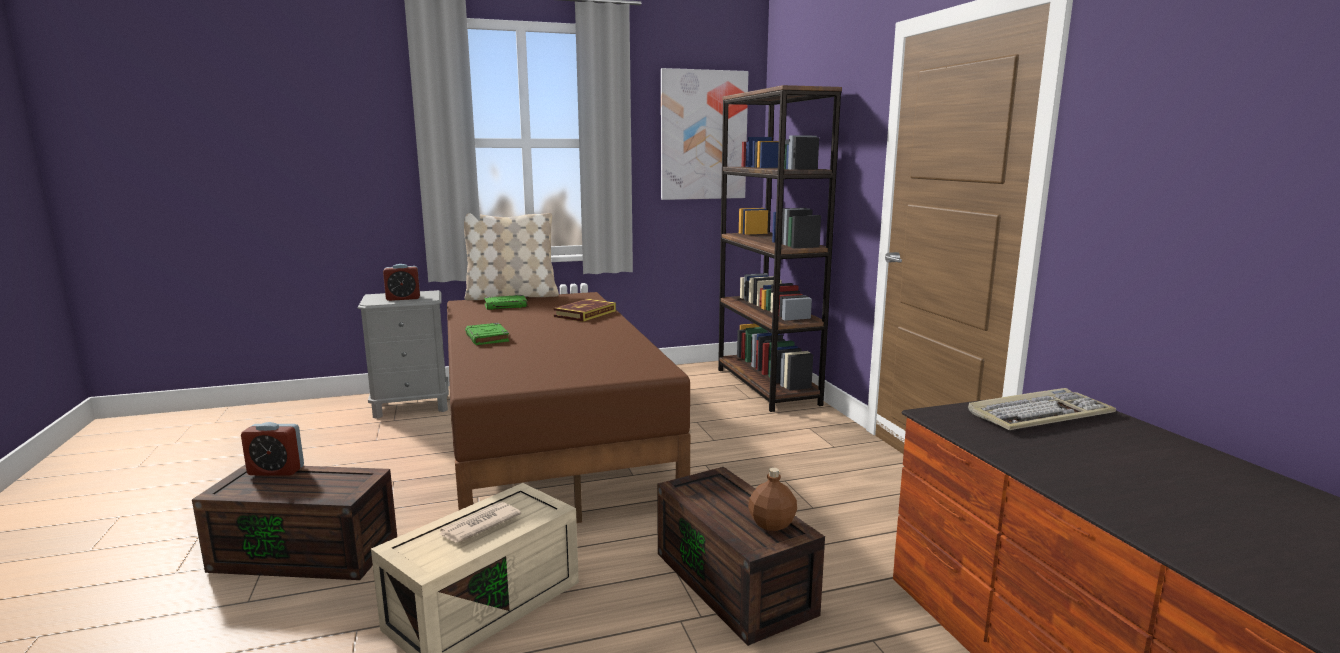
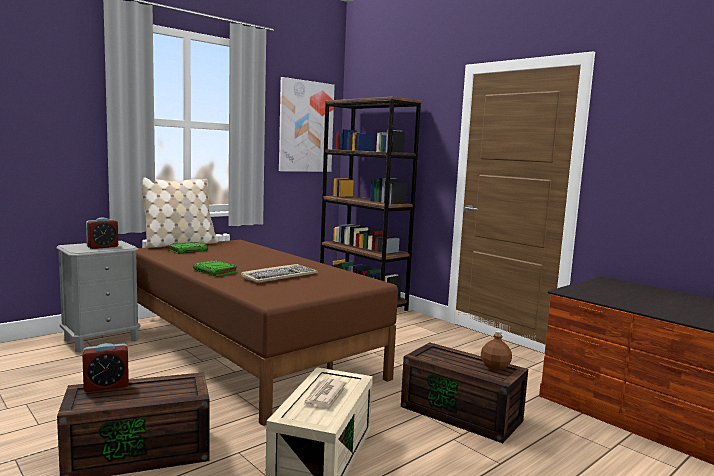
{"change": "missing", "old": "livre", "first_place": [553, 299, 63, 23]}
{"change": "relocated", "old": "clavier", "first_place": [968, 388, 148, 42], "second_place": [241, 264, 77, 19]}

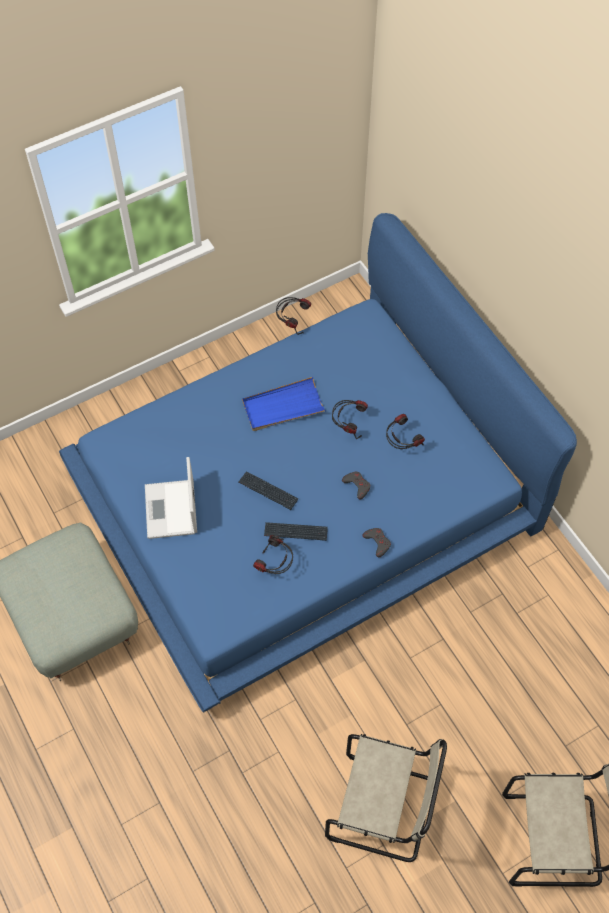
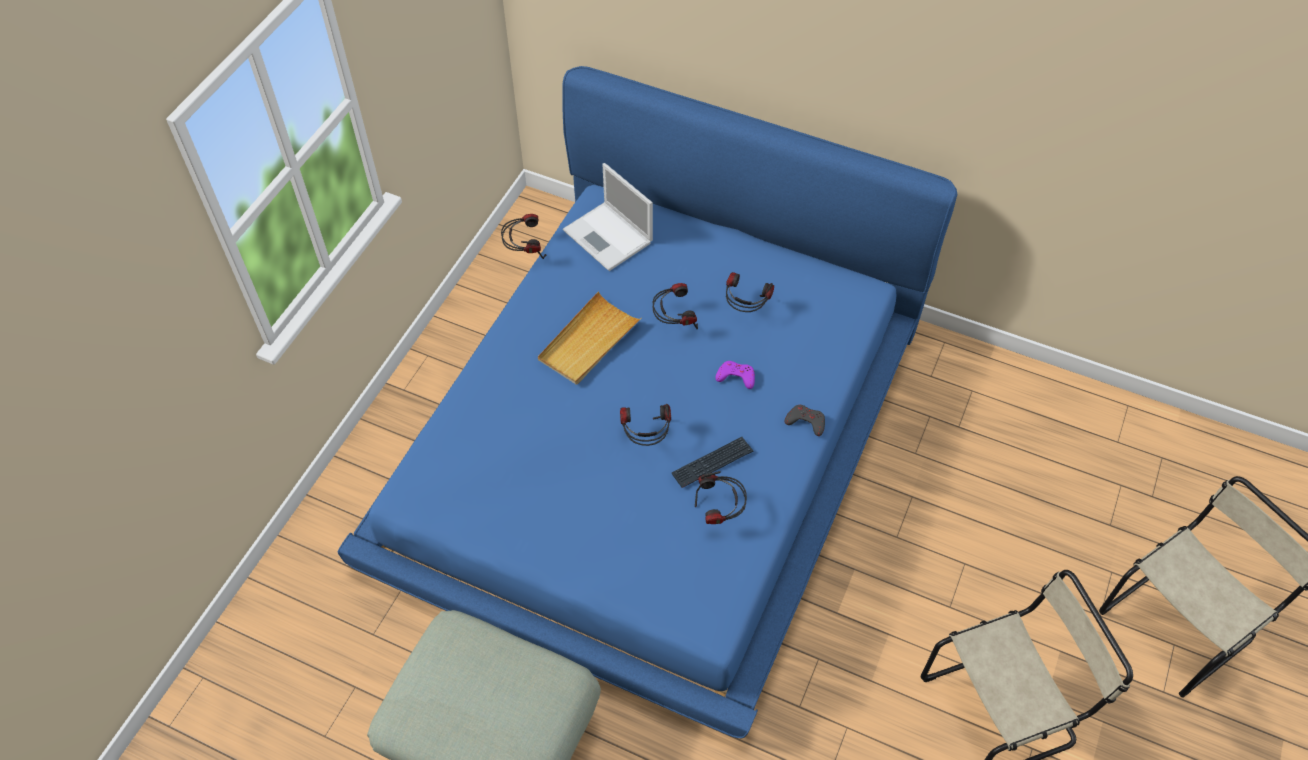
{"change": "relocated", "old": "ordinateur portable", "first_place": [145, 457, 52, 82], "second_place": [563, 163, 90, 108]}
{"change": "exchanged", "old": "clavier", "new": "casque audio", "first_place": [238, 471, 61, 39], "second_place": [620, 404, 51, 42]}
{"change": "colour", "old": "plateau (bleu)", "new": "plateau (beige)", "first_place": [242, 377, 84, 54], "second_place": [538, 291, 104, 94]}
{"change": "colour", "old": "manette (gris)", "new": "manette (violet)", "first_place": [342, 472, 28, 28], "second_place": [716, 361, 39, 28]}

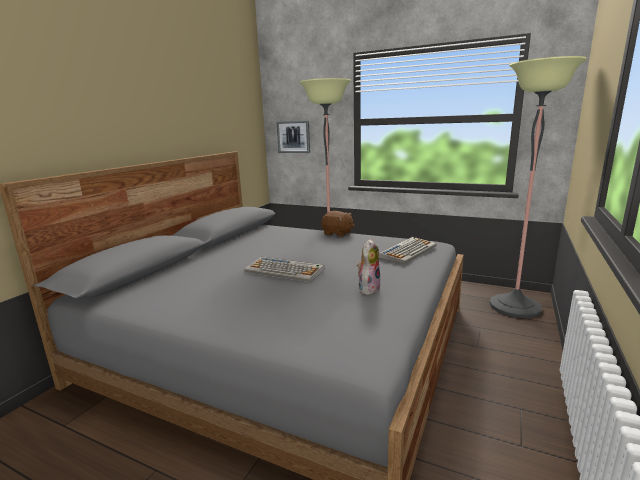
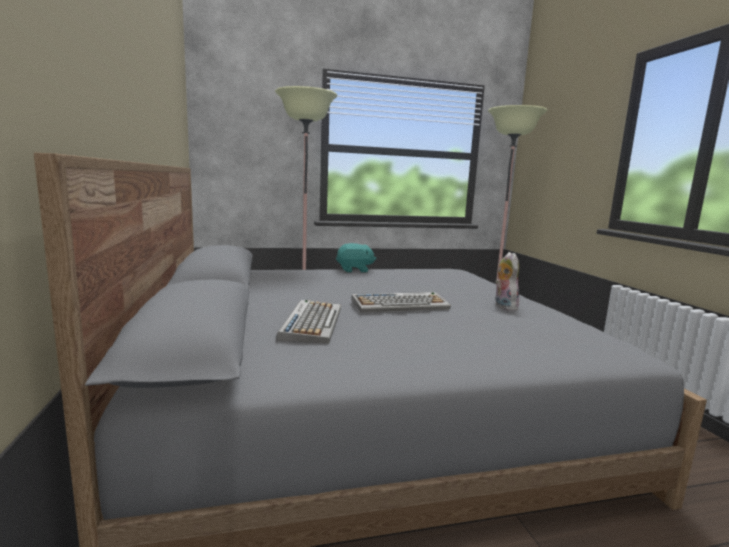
{"change": "missing", "old": "tableau", "first_place": [277, 121, 33, 32]}
{"change": "relocated", "old": "clavier", "first_place": [379, 237, 58, 27], "second_place": [277, 300, 64, 43]}
{"change": "colour", "old": "peluche (marron)", "new": "peluche (turquoise)", "first_place": [321, 211, 33, 26], "second_place": [336, 243, 41, 29]}

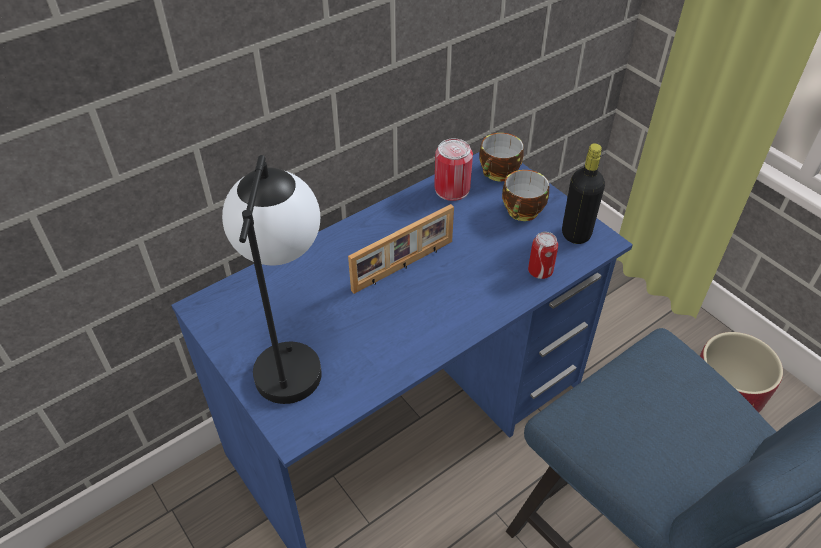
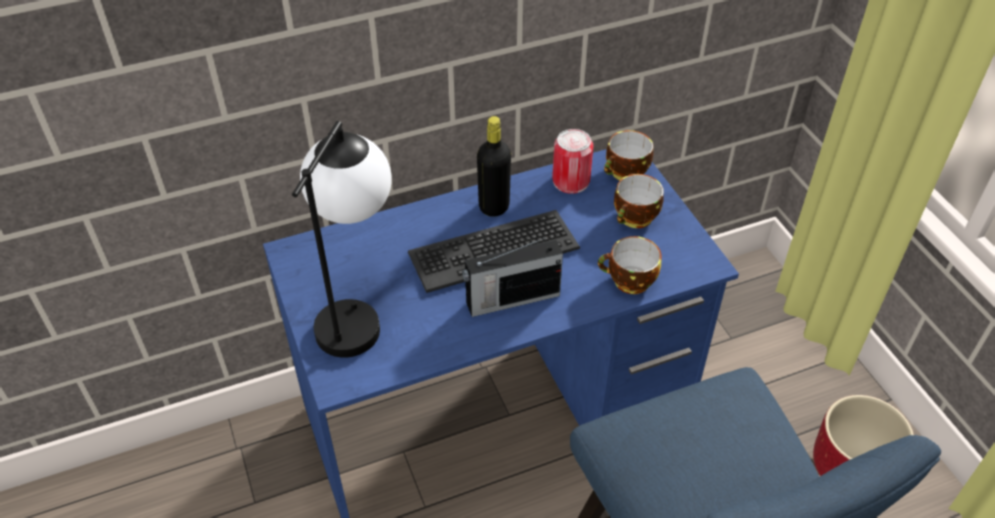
{"change": "appeared", "new": "radio", "second_place": [462, 237, 101, 80]}
{"change": "relocated", "old": "bouteille (noir)", "first_place": [562, 143, 43, 101], "second_place": [477, 116, 34, 101]}
{"change": "exchanged", "old": "cadre photo", "new": "clavier", "first_place": [348, 204, 106, 90], "second_place": [408, 210, 172, 83]}
{"change": "exchanged", "old": "boîte métallique", "new": "tasse", "first_place": [528, 232, 30, 47], "second_place": [598, 236, 63, 58]}

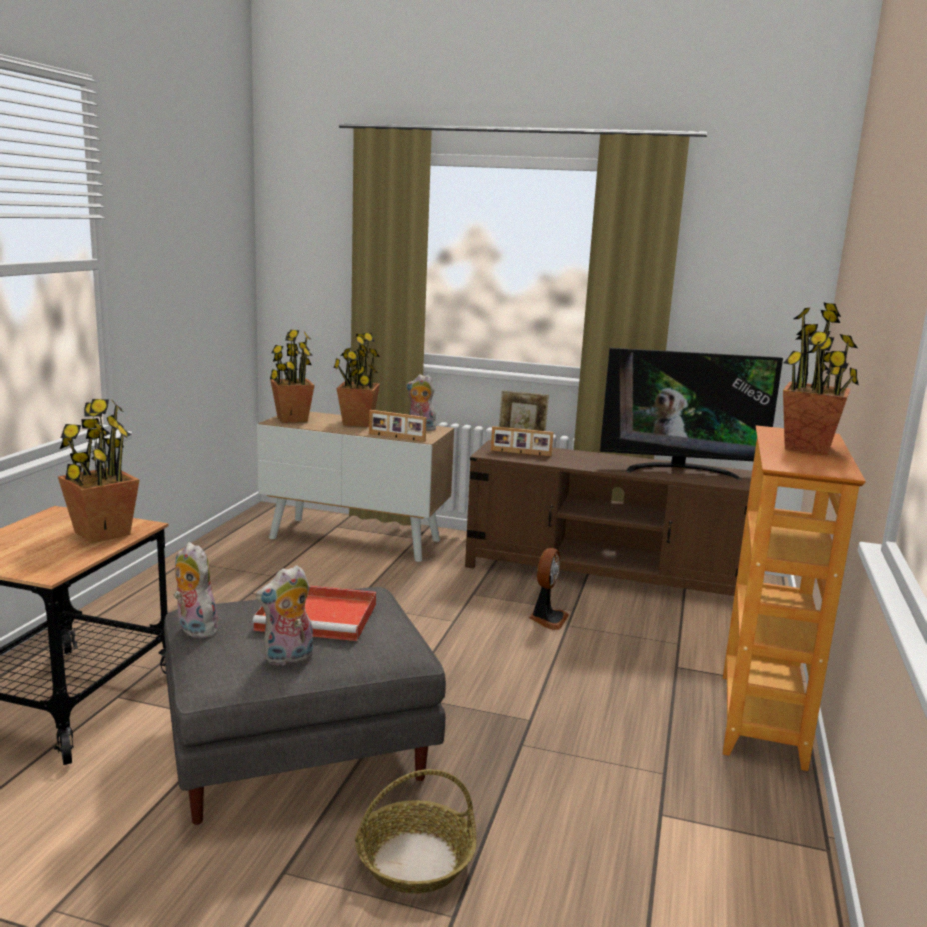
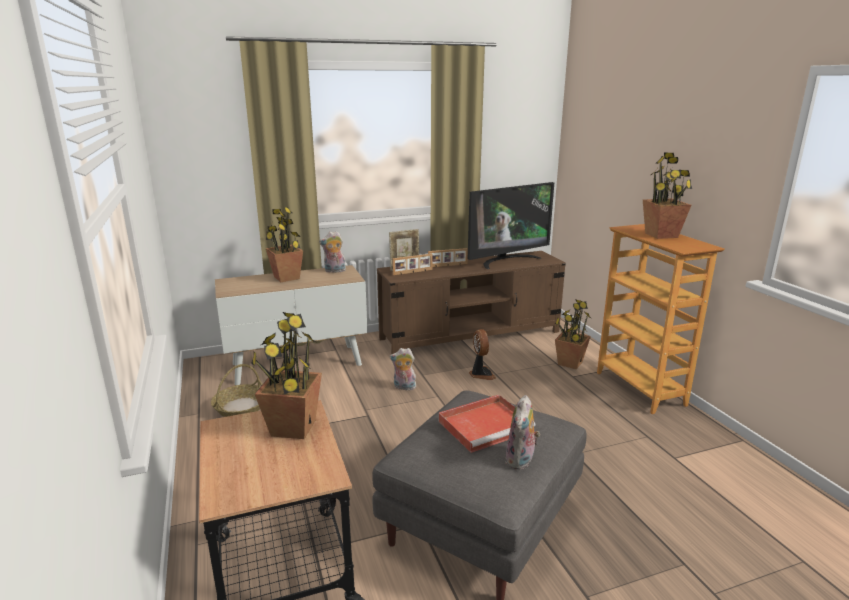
{"change": "relocated", "old": "peluche", "first_place": [174, 542, 45, 96], "second_place": [390, 348, 26, 42]}
{"change": "relocated", "old": "plante en pot", "first_place": [270, 329, 45, 94], "second_place": [555, 299, 36, 70]}
{"change": "relocated", "old": "panier", "first_place": [355, 769, 121, 125], "second_place": [211, 364, 52, 53]}
{"change": "relocated", "old": "cadre photo", "first_place": [369, 410, 58, 32], "second_place": [428, 248, 40, 19]}

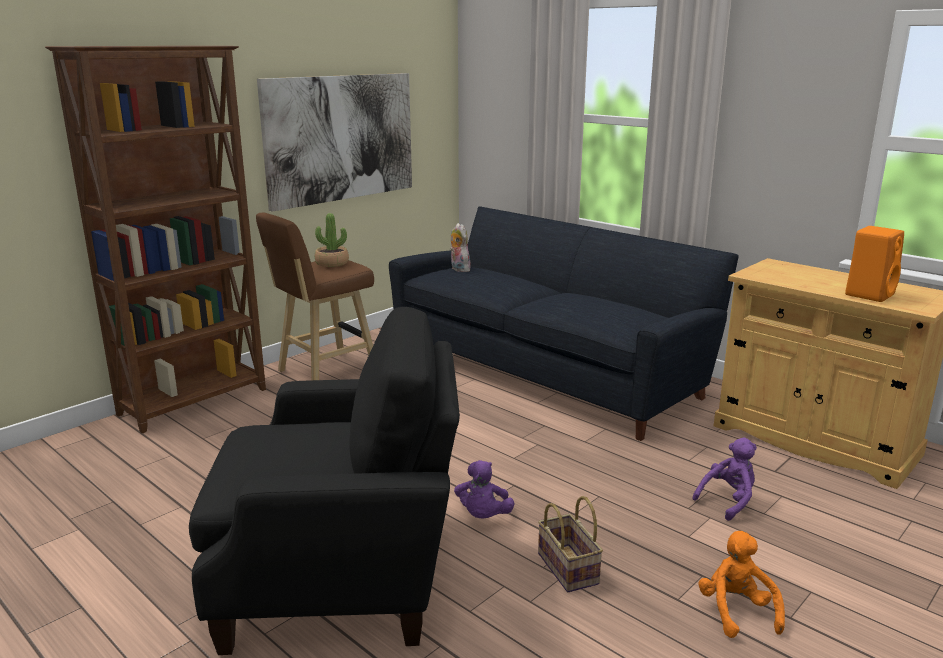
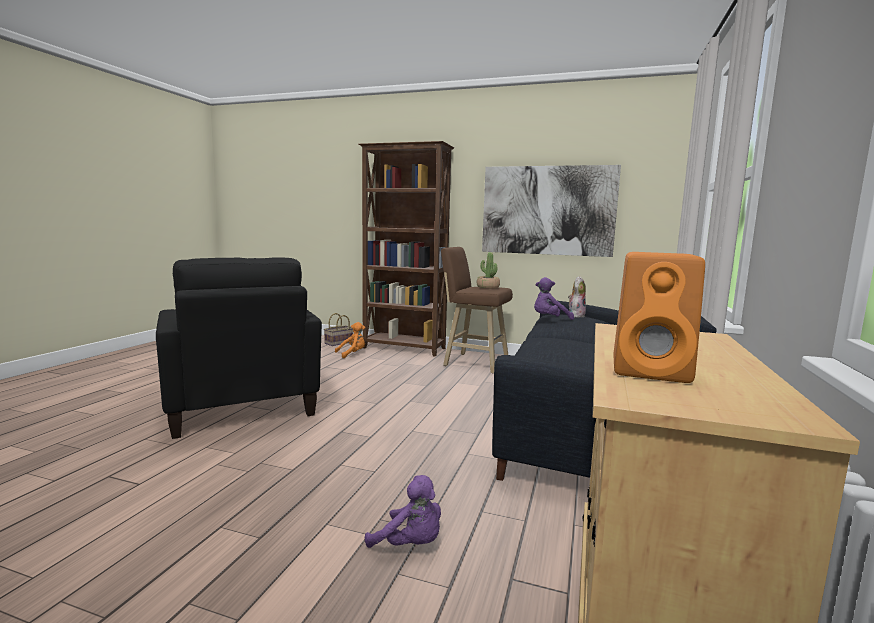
{"change": "relocated", "old": "peluche (violet)", "first_place": [454, 460, 61, 59], "second_place": [534, 277, 40, 43]}
{"change": "relocated", "old": "panier", "first_place": [538, 496, 65, 96], "second_place": [324, 313, 29, 33]}
{"change": "relocated", "old": "peluche (orange)", "first_place": [698, 531, 87, 107], "second_place": [335, 322, 30, 36]}

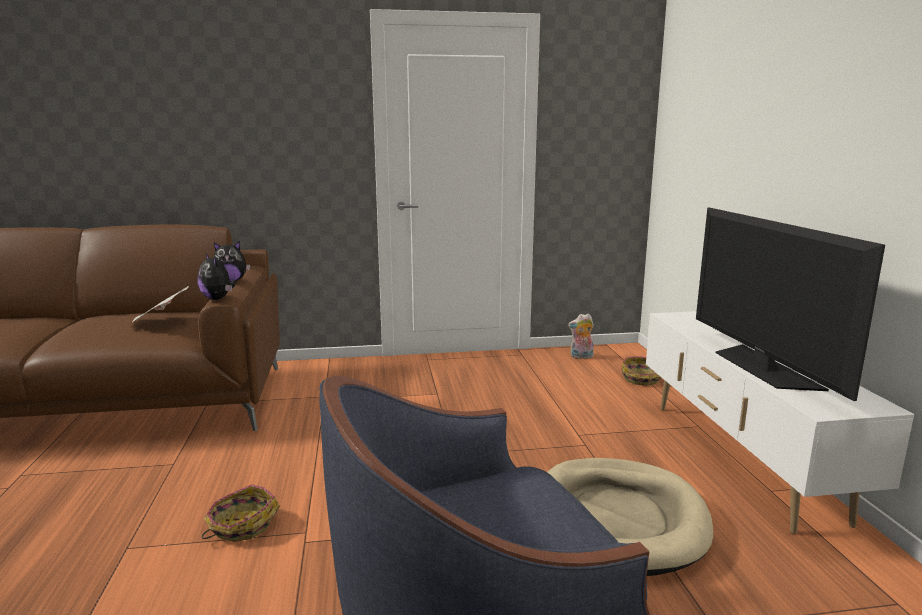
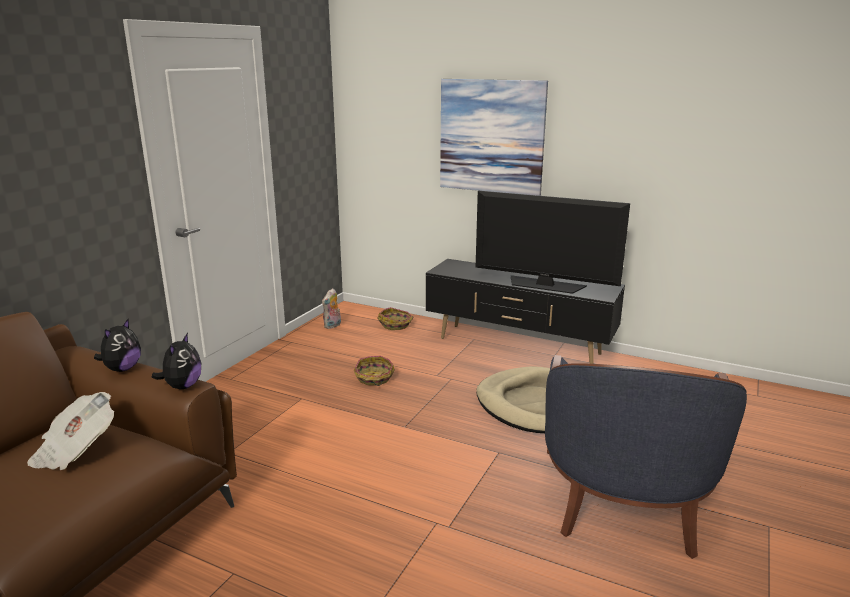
{"change": "appeared", "new": "tableau", "second_place": [440, 79, 108, 117]}
{"change": "relocated", "old": "panier", "first_place": [202, 484, 78, 58], "second_place": [354, 356, 41, 30]}
{"change": "colour", "old": "meuble télé (blanc)", "new": "meuble télé (noir)", "first_place": [646, 311, 268, 223], "second_place": [426, 259, 199, 105]}
{"change": "spun", "old": "peluche", "first_place": [198, 254, 38, 46], "second_place": [152, 333, 49, 56], "degrees": -75}

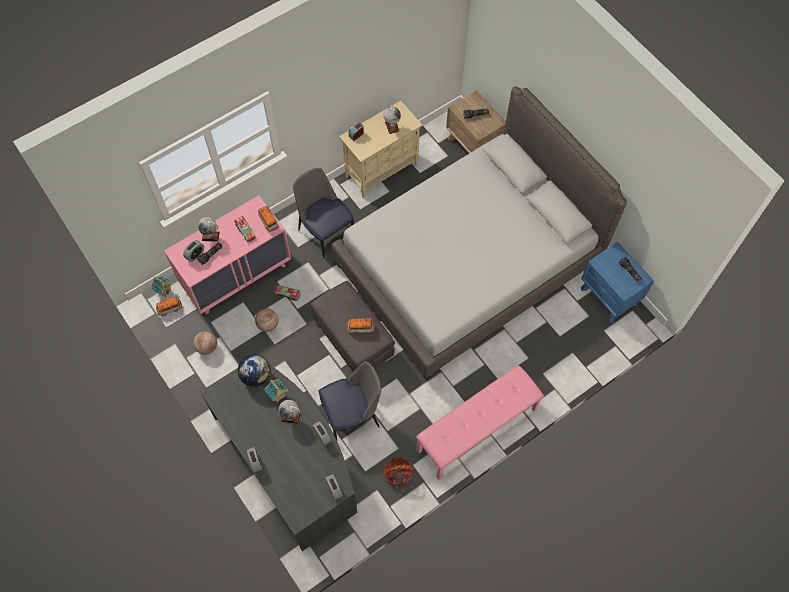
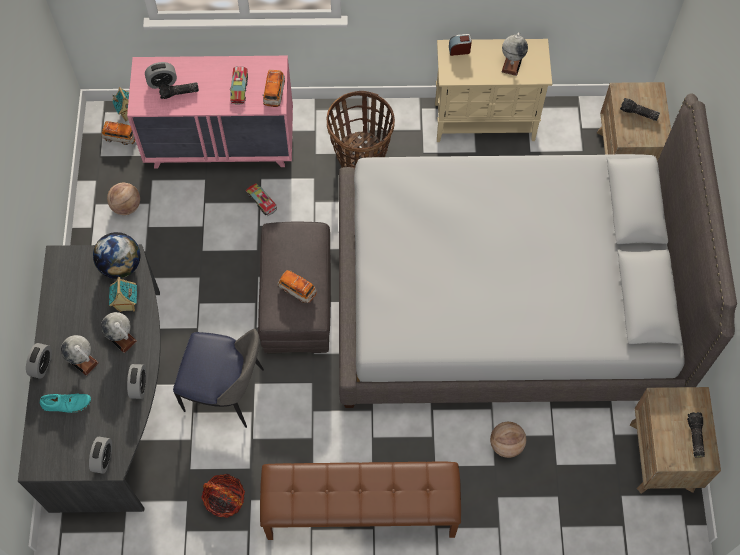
{"change": "appeared", "new": "chaussure (turquoise)", "second_place": [40, 394, 51, 19]}
{"change": "relocated", "old": "globe", "first_place": [198, 217, 22, 25], "second_place": [61, 335, 38, 41]}
{"change": "relocated", "old": "ballon de basket", "first_place": [255, 309, 24, 23], "second_place": [490, 422, 36, 36]}
{"change": "exchanged", "old": "chaise", "new": "panier", "first_place": [293, 168, 61, 90], "second_place": [327, 91, 68, 77]}
{"change": "colour", "old": "banc (rose)", "new": "banc (marron)", "first_place": [416, 365, 128, 115], "second_place": [260, 461, 201, 79]}
{"change": "colour", "old": "table de chevet (bleu)", "new": "table de chevet (marron)", "first_place": [581, 242, 73, 81], "second_place": [630, 387, 91, 106]}

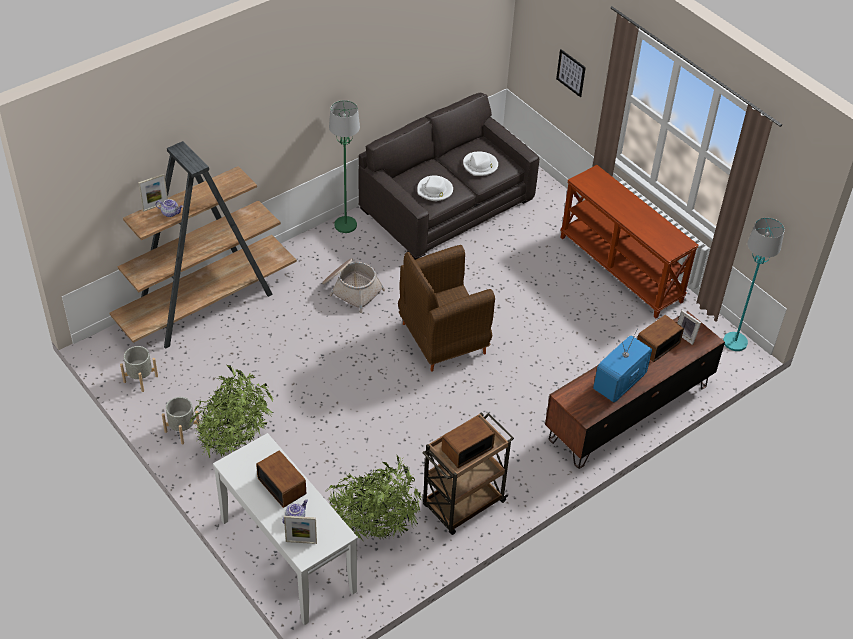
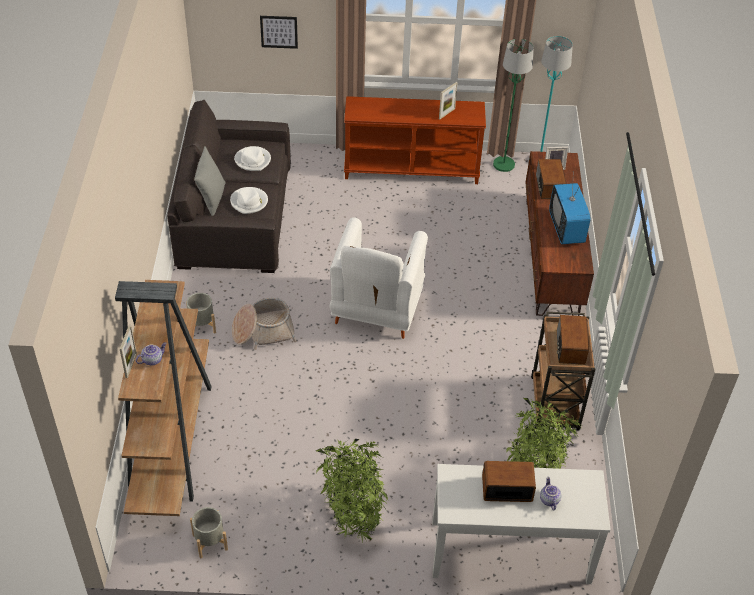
{"change": "appeared", "new": "coussin (gris)", "second_place": [194, 146, 32, 70]}
{"change": "relocated", "old": "cache-pot (gris)", "first_place": [162, 397, 38, 47], "second_place": [186, 293, 30, 41]}
{"change": "relocated", "old": "cadre photo", "first_place": [284, 516, 33, 28], "second_place": [439, 82, 19, 37]}
{"change": "relocated", "old": "lampadaire (vert)", "first_place": [329, 100, 31, 133], "second_place": [493, 39, 41, 133]}
{"change": "colour", "old": "fauteuil (marron)", "new": "fauteuil (blanc)", "first_place": [398, 245, 97, 127], "second_place": [330, 217, 98, 122]}

